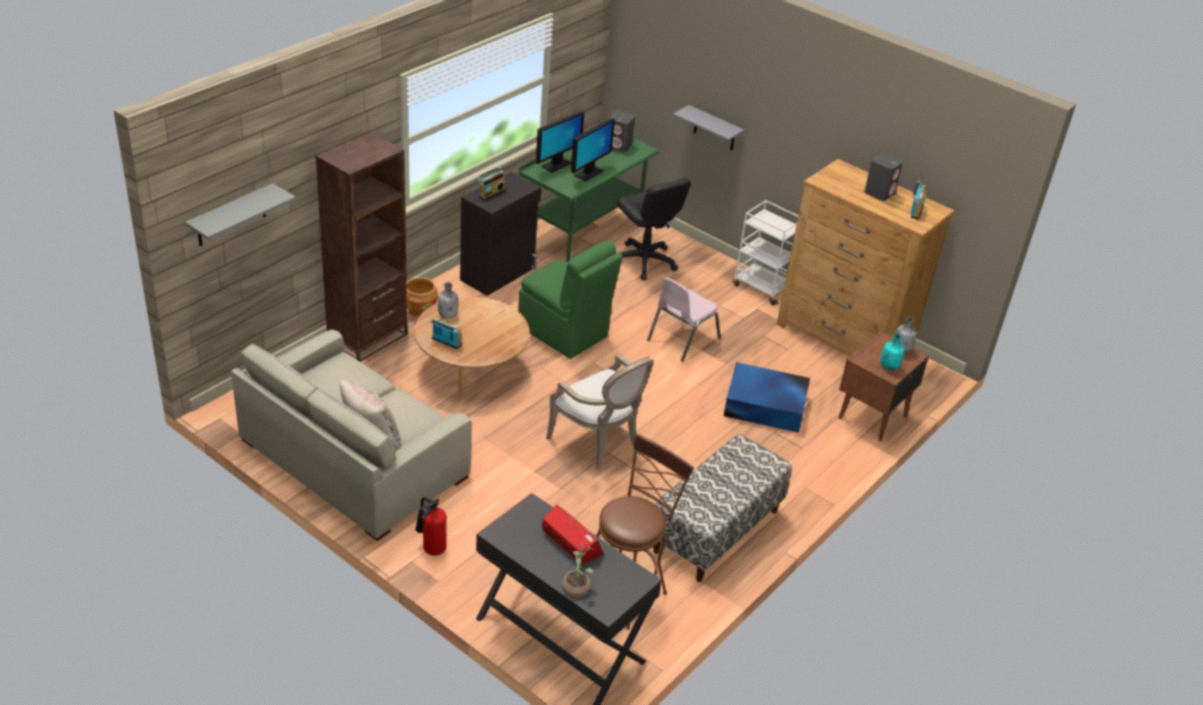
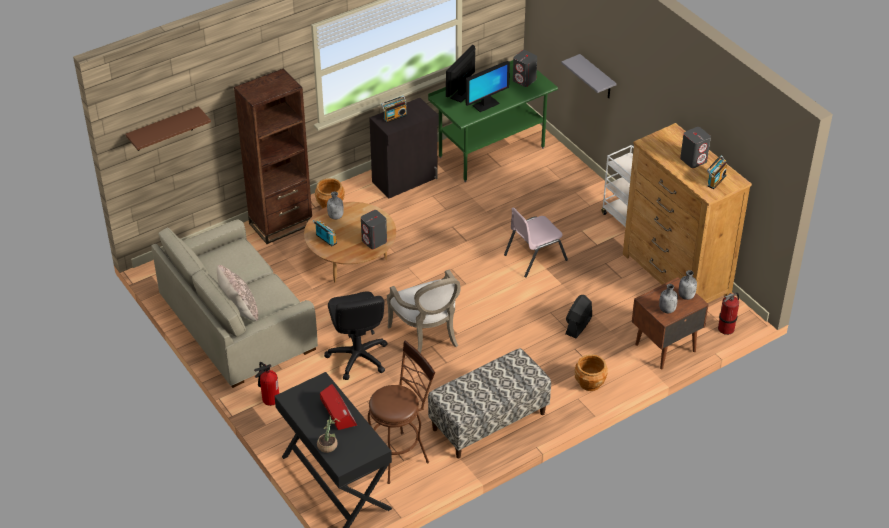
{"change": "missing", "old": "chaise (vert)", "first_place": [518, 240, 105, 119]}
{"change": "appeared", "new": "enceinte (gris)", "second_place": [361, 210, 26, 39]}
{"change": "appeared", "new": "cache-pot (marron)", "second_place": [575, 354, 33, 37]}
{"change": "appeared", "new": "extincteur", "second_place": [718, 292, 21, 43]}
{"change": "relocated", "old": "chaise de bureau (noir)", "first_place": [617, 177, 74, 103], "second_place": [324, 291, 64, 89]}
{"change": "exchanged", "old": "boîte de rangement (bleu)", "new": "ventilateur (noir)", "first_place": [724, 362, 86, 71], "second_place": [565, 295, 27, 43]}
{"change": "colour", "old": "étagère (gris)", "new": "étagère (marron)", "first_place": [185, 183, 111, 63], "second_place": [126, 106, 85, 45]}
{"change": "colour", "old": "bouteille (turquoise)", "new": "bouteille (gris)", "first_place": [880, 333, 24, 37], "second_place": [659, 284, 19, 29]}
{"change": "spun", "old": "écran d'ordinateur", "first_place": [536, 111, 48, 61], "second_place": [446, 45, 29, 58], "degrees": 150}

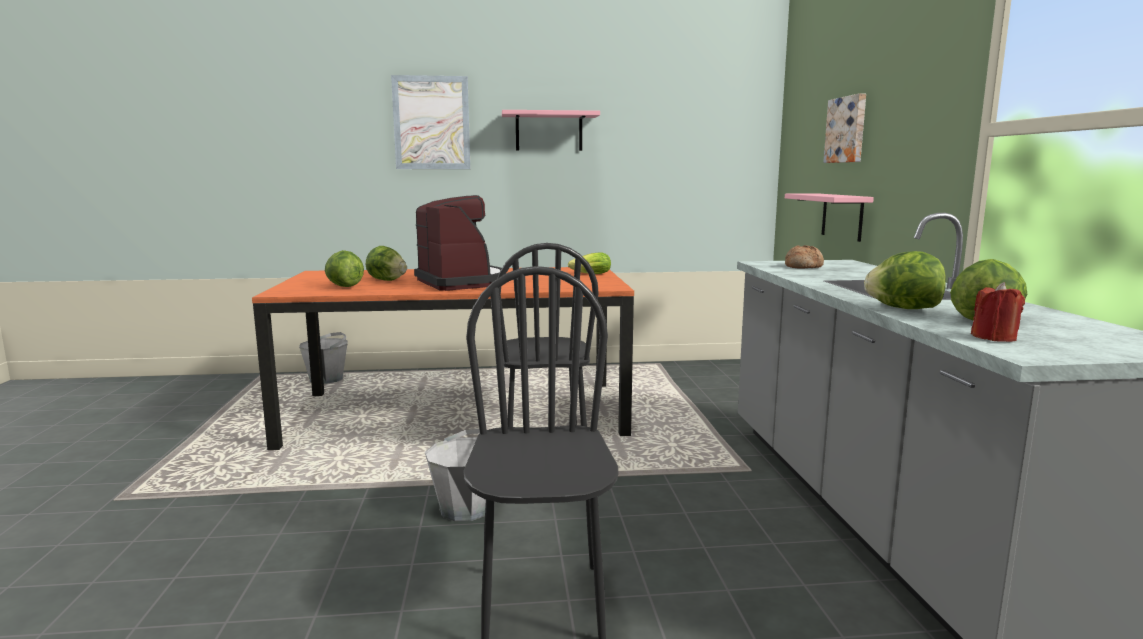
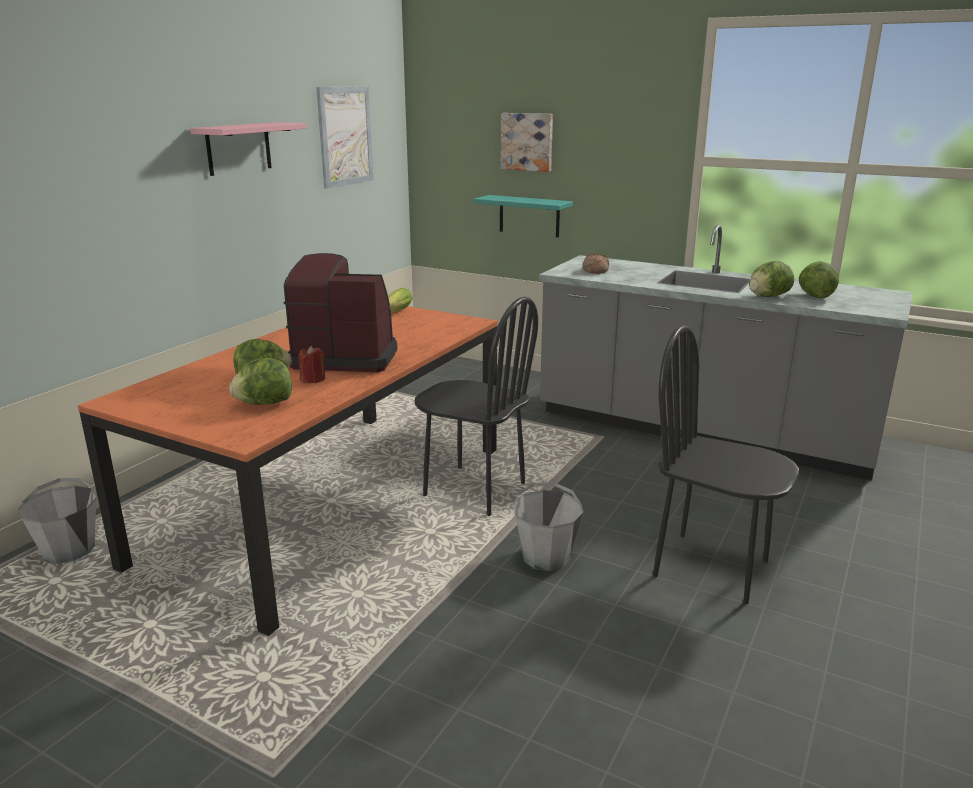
{"change": "relocated", "old": "tableau", "first_place": [391, 75, 80, 94], "second_place": [316, 86, 58, 103]}
{"change": "relocated", "old": "bougie (rouge)", "first_place": [971, 282, 54, 60], "second_place": [298, 346, 27, 37]}
{"change": "colour", "old": "étagère (rose)", "new": "étagère (turquoise)", "first_place": [785, 194, 89, 48], "second_place": [473, 195, 100, 42]}

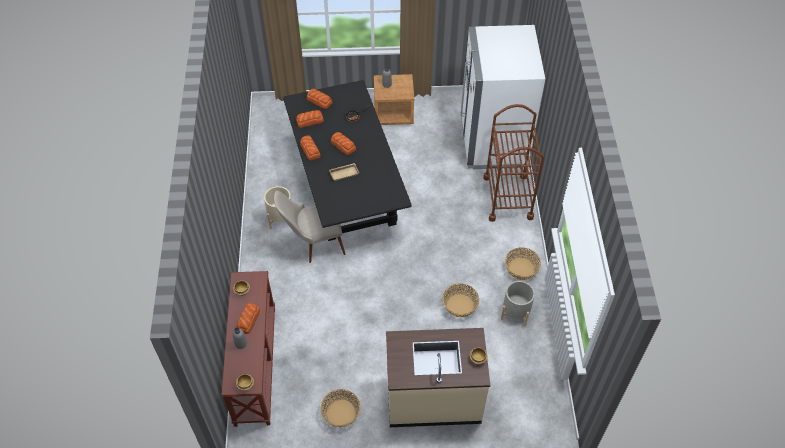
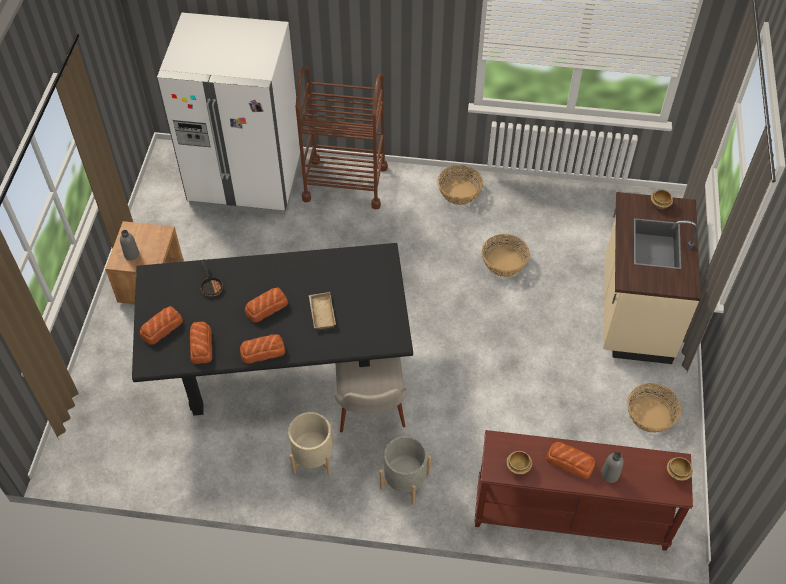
{"change": "relocated", "old": "cache-pot (gris)", "first_place": [501, 281, 34, 45], "second_place": [379, 436, 52, 68]}

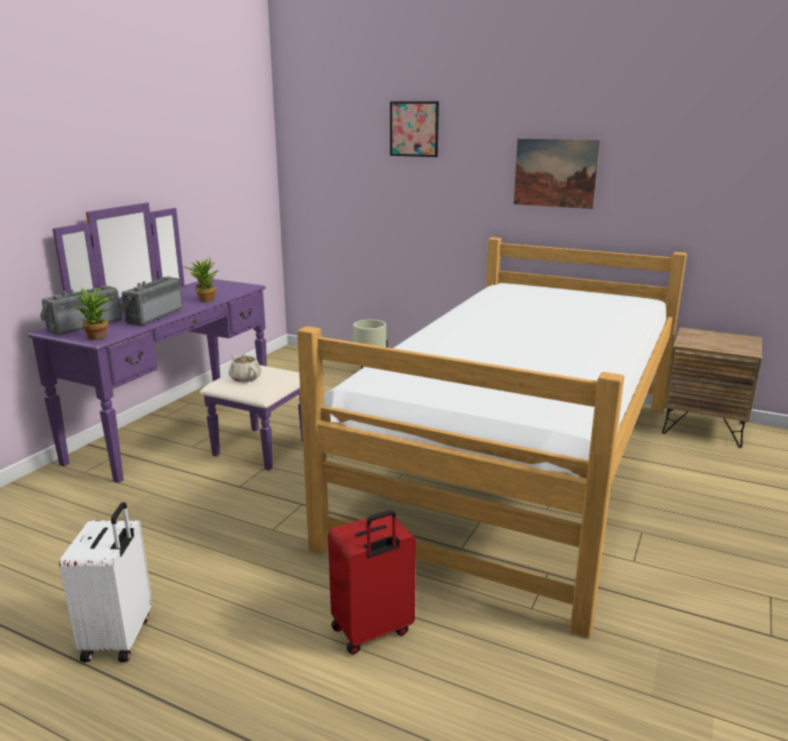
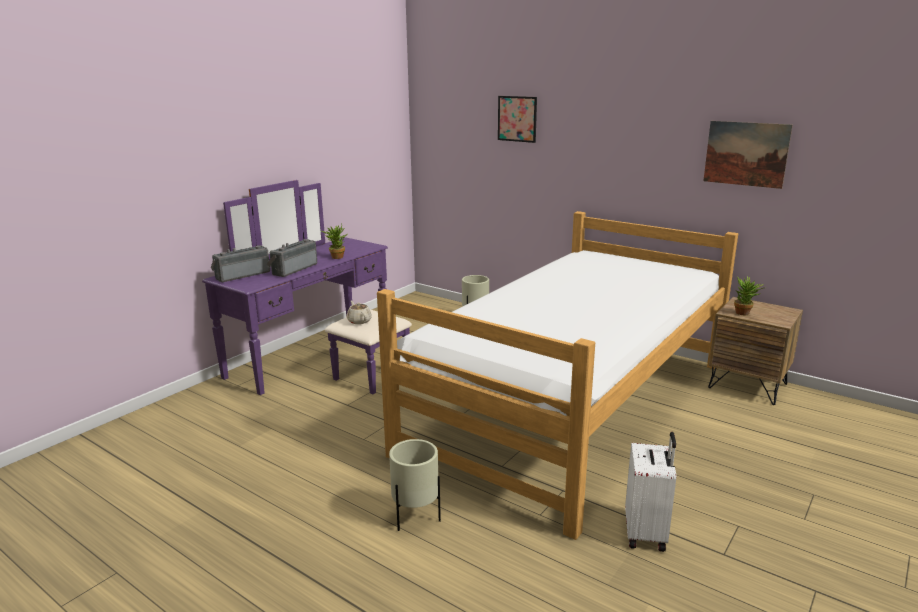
{"change": "relocated", "old": "valise (blanc)", "first_place": [59, 502, 93, 160], "second_place": [625, 432, 51, 120]}
{"change": "relocated", "old": "plante en pot", "first_place": [73, 287, 43, 53], "second_place": [734, 276, 32, 39]}
{"change": "relocated", "old": "tableau", "first_place": [514, 138, 86, 71], "second_place": [703, 121, 90, 68]}
{"change": "exchanged", "old": "valise (rouge)", "new": "cache-pot (beige)", "first_place": [328, 510, 88, 145], "second_place": [389, 439, 52, 92]}

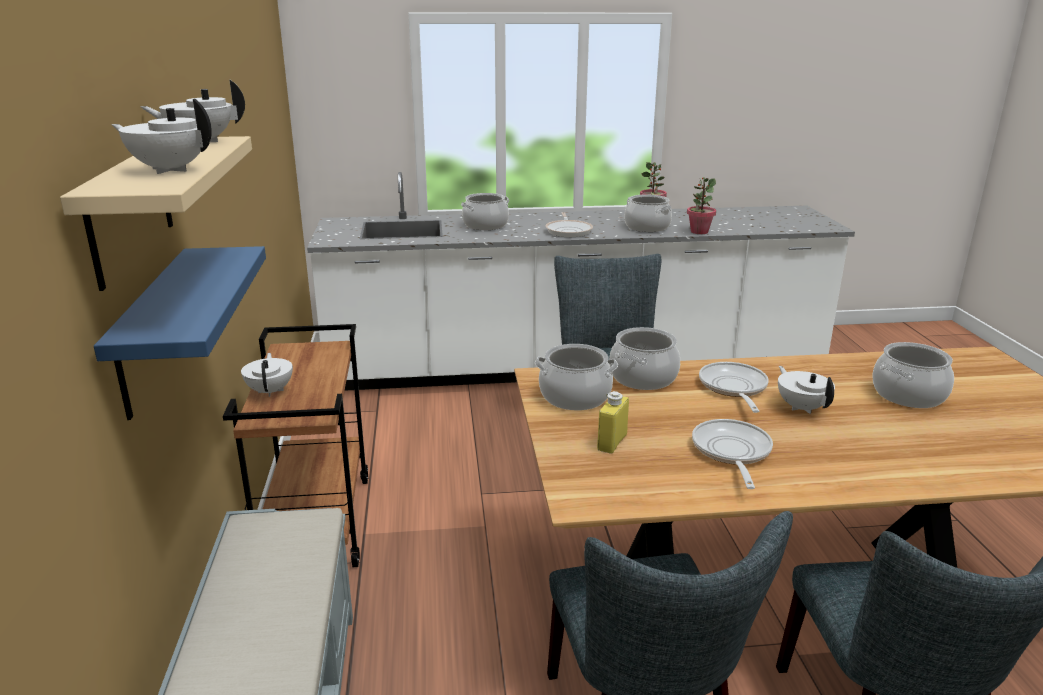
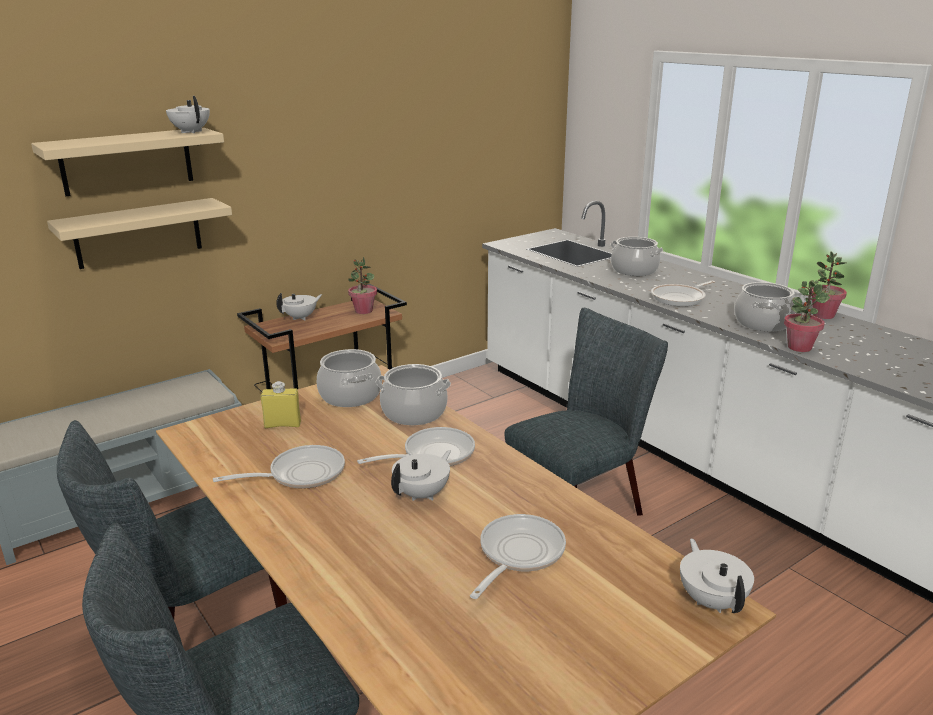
{"change": "appeared", "new": "plante en pot", "second_place": [348, 257, 29, 57]}
{"change": "relocated", "old": "théière (blanc)", "first_place": [111, 99, 101, 75], "second_place": [680, 538, 74, 75]}
{"change": "exchanged", "old": "marmite", "new": "poêle", "first_place": [872, 342, 82, 66], "second_place": [470, 514, 96, 85]}
{"change": "colour", "old": "étagère (bleu)", "new": "étagère (beige)", "first_place": [94, 246, 172, 174], "second_place": [47, 198, 185, 71]}

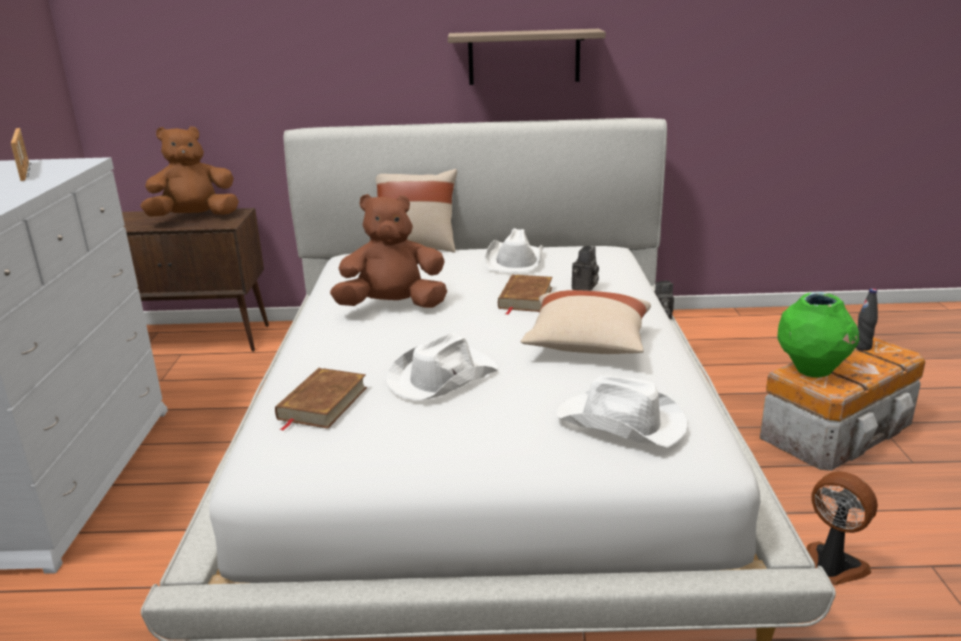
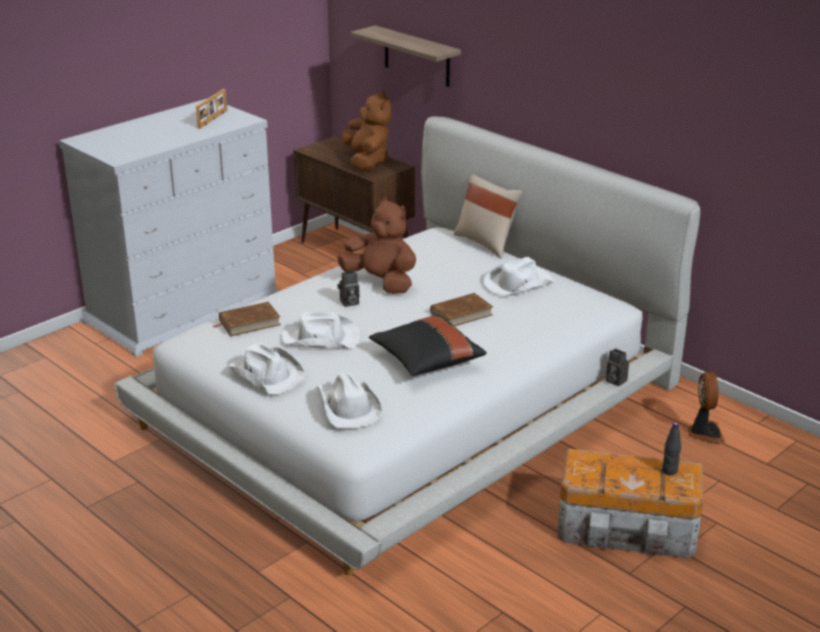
{"change": "missing", "old": "vase (vert)", "first_place": [777, 292, 82, 86]}
{"change": "appeared", "new": "chapeau (blanc)", "second_place": [228, 342, 77, 52]}
{"change": "relocated", "old": "étagère", "first_place": [448, 29, 158, 56], "second_place": [351, 25, 110, 62]}
{"change": "relocated", "old": "appareil photo", "first_place": [572, 246, 27, 45], "second_place": [337, 271, 22, 36]}
{"change": "relocated", "old": "ventilateur", "first_place": [807, 471, 71, 114], "second_place": [687, 372, 38, 72]}
{"change": "colour", "old": "coussin (beige)", "new": "coussin (noir)", "first_place": [521, 290, 130, 64], "second_place": [369, 314, 118, 62]}
{"change": "spun", "old": "peluche (marron)", "first_place": [140, 126, 99, 91], "second_place": [342, 90, 49, 81], "degrees": 60}

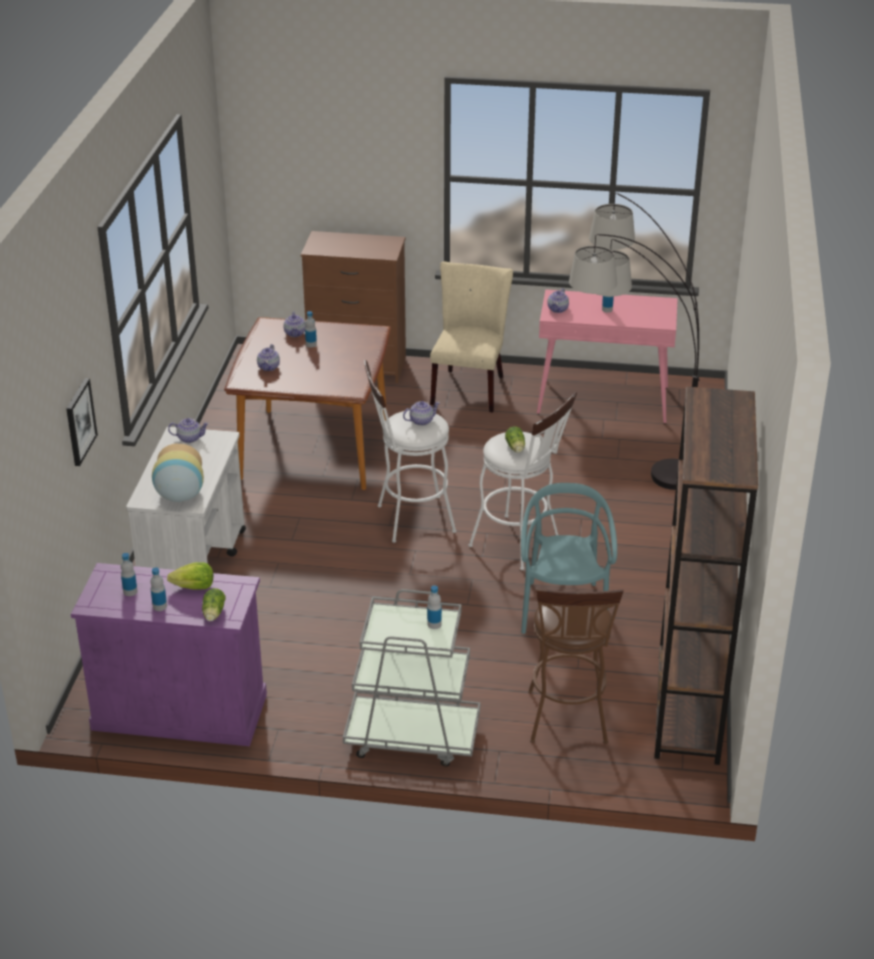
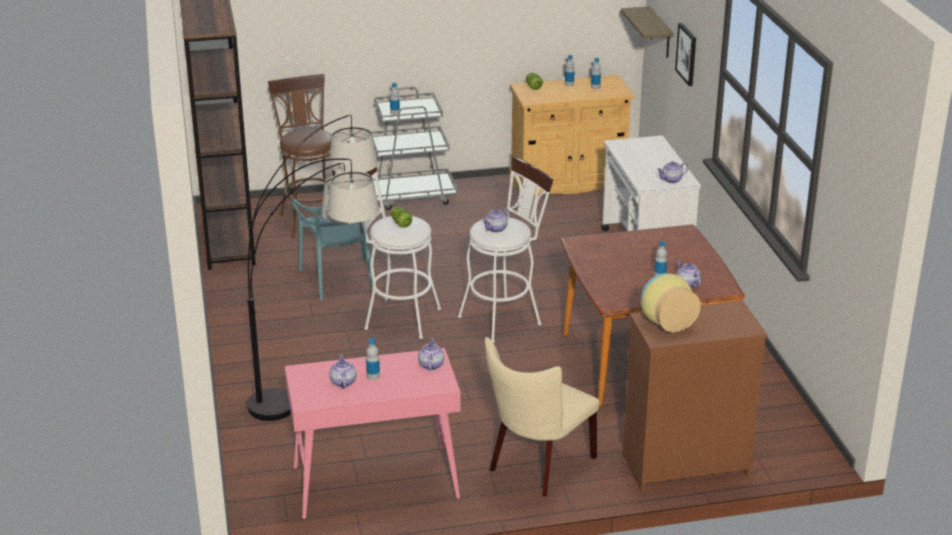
{"change": "missing", "old": "laitue", "first_place": [167, 562, 47, 28]}
{"change": "appeared", "new": "étagère", "second_place": [621, 6, 53, 52]}
{"change": "relocated", "old": "vase", "first_place": [152, 444, 52, 58], "second_place": [641, 273, 60, 59]}
{"change": "relocated", "old": "théière", "first_place": [257, 344, 23, 27], "second_place": [330, 355, 26, 33]}
{"change": "colour", "old": "meuble de rangement (violet)", "new": "meuble de rangement (beige)", "first_place": [71, 563, 196, 183], "second_place": [510, 75, 125, 121]}
{"change": "spun", "old": "chaise (beige)", "first_place": [430, 261, 83, 151], "second_place": [485, 337, 115, 159], "degrees": 45}

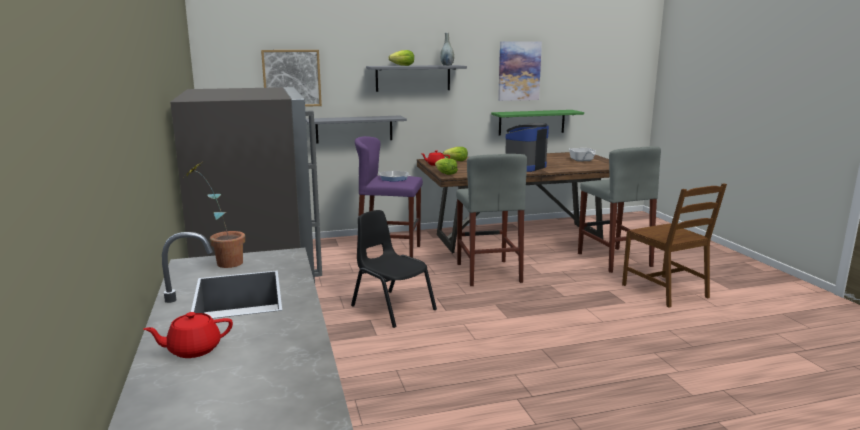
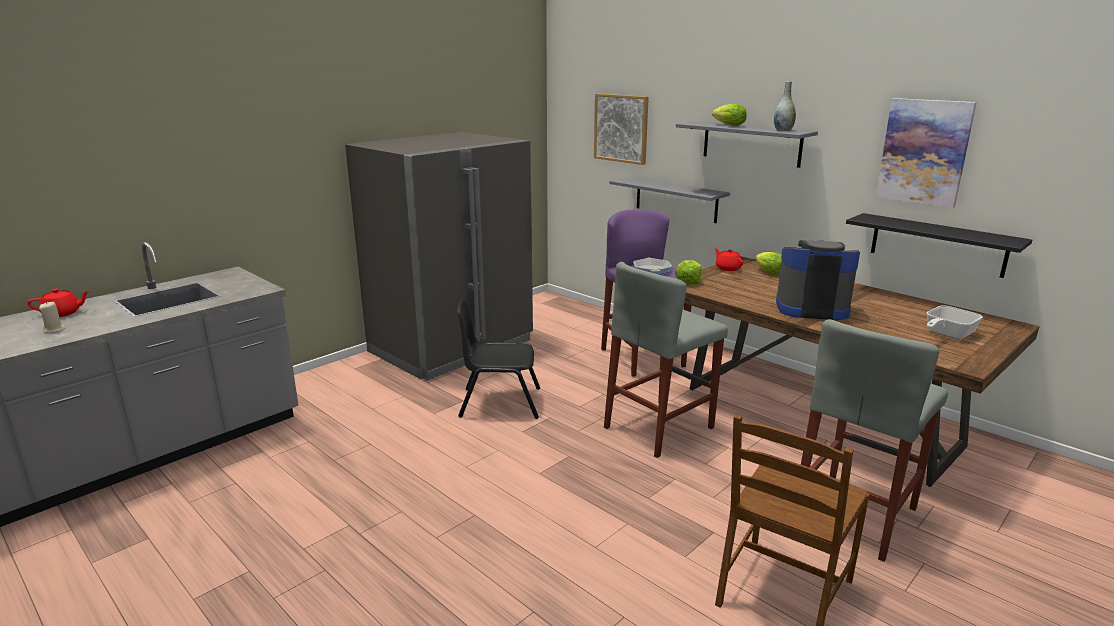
{"change": "missing", "old": "plante en pot", "first_place": [184, 162, 61, 106]}
{"change": "appeared", "new": "bougie (beige)", "second_place": [39, 302, 26, 31]}
{"change": "colour", "old": "étagère (vert)", "new": "étagère (noir)", "first_place": [491, 110, 93, 25], "second_place": [846, 213, 186, 65]}
{"change": "spun", "old": "théière (rouge)", "first_place": [143, 312, 90, 46], "second_place": [28, 288, 61, 29], "degrees": 120}
{"change": "spun", "old": "chaise (noir)", "first_place": [351, 210, 86, 118], "second_place": [457, 299, 83, 120], "degrees": -105}

